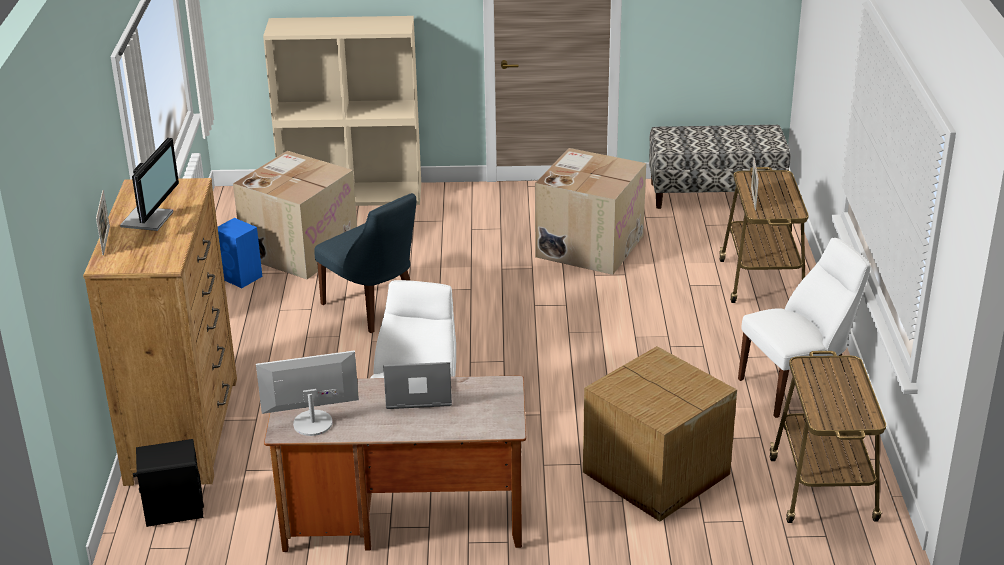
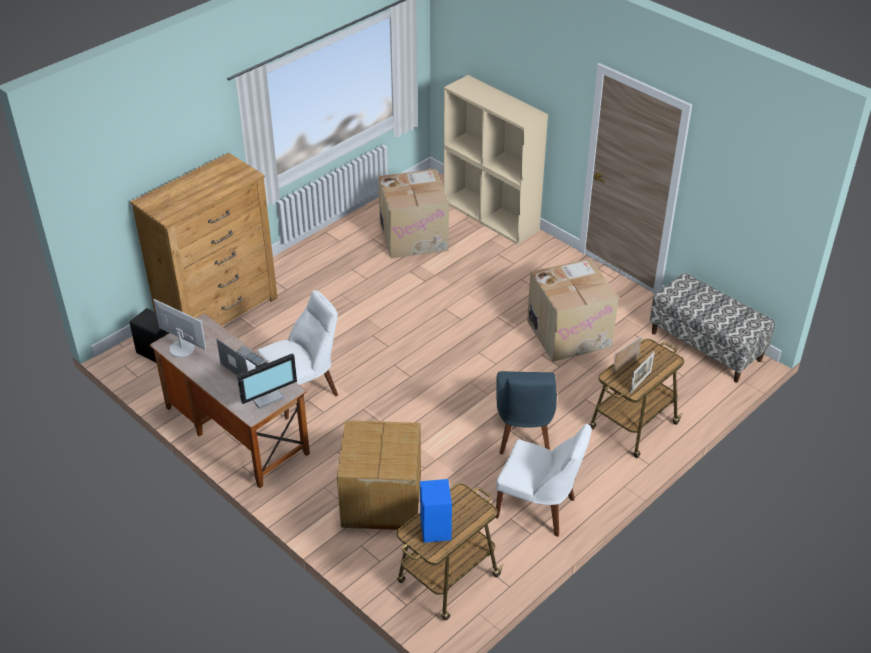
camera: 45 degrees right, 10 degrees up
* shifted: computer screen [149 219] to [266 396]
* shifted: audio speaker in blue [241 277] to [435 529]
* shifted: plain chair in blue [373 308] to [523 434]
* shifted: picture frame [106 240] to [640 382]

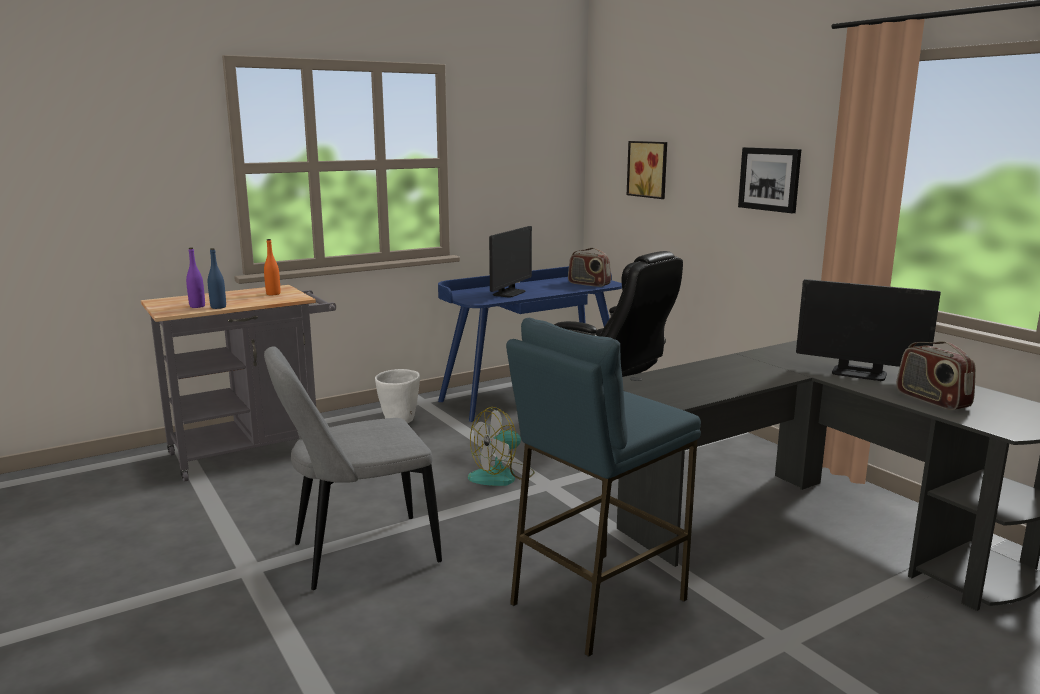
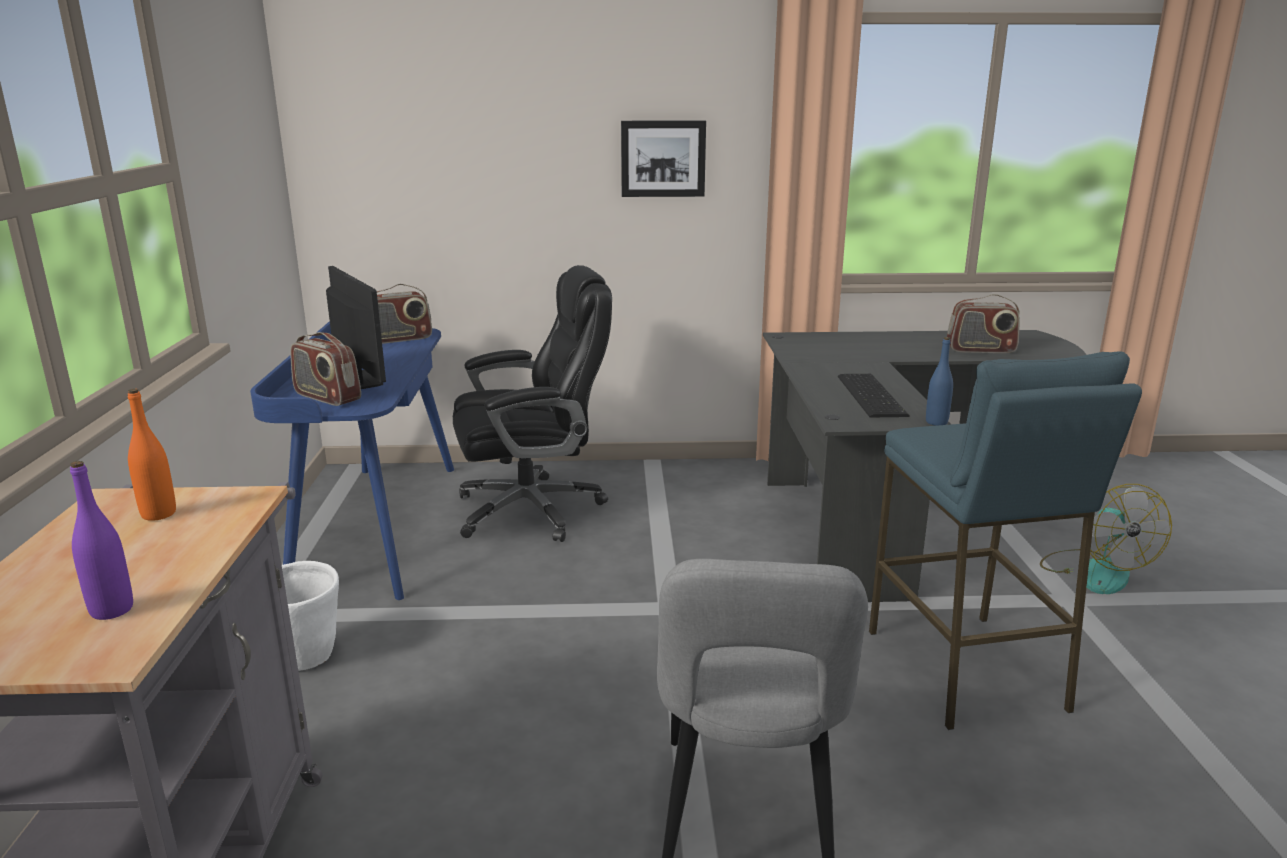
camera: 60 degrees left, 5 degrees up
* new: radio [327 397]
* new: keyboard [873 395]
* shifted: drink bottle in blue [218 307] to [936 422]
* shifted: cooling fan [502 476] to [1095 571]
* gone: wall picture [649 169]
* gone: computer screen [859 373]

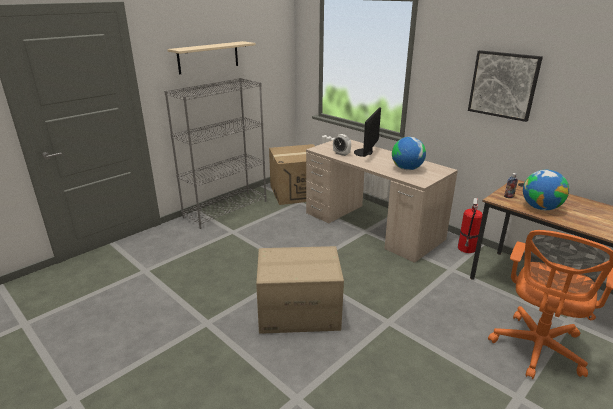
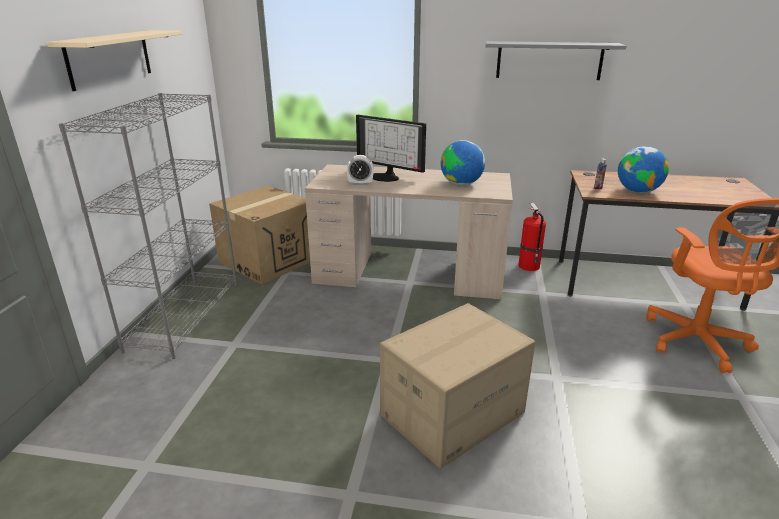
camera: 35 degrees left, 0 degrees up
* rotated: computer screen [365 153] = [386 176] 45 degrees counterclockwise
* swapped: wall picture [503 85] to bracket shelf in grey [549 60]

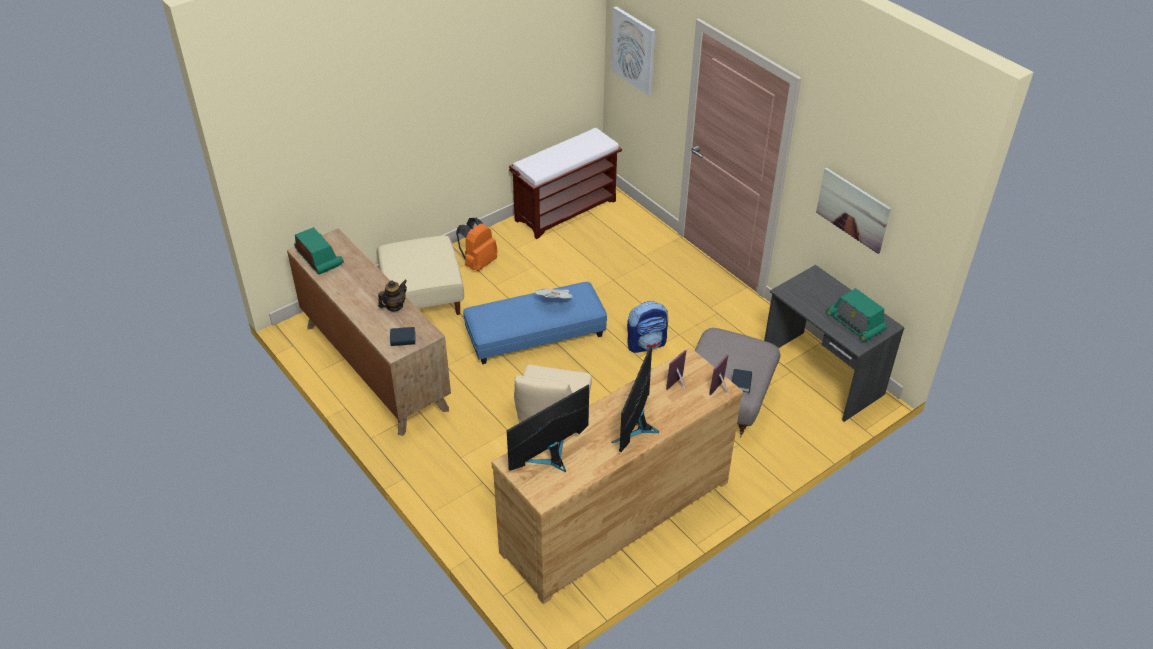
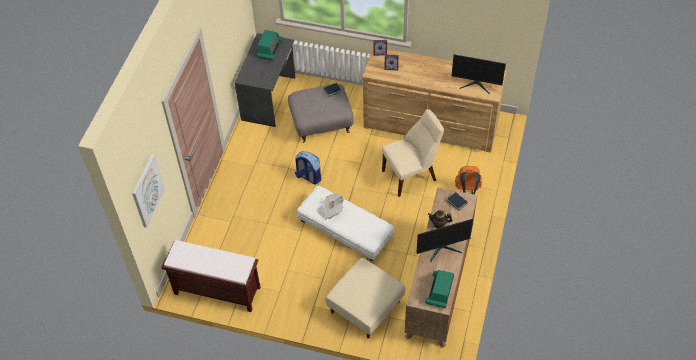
camera: 125 degrees left, 10 degrees up
* repainted: pouffe in blue [535 334] to pouffe in white-coloured [345 230]
* shifted: computer screen [636 427] to [442 249]
* shifted: knapsack in orange [478 263] to [467 190]
* gone: wall picture [853 209]

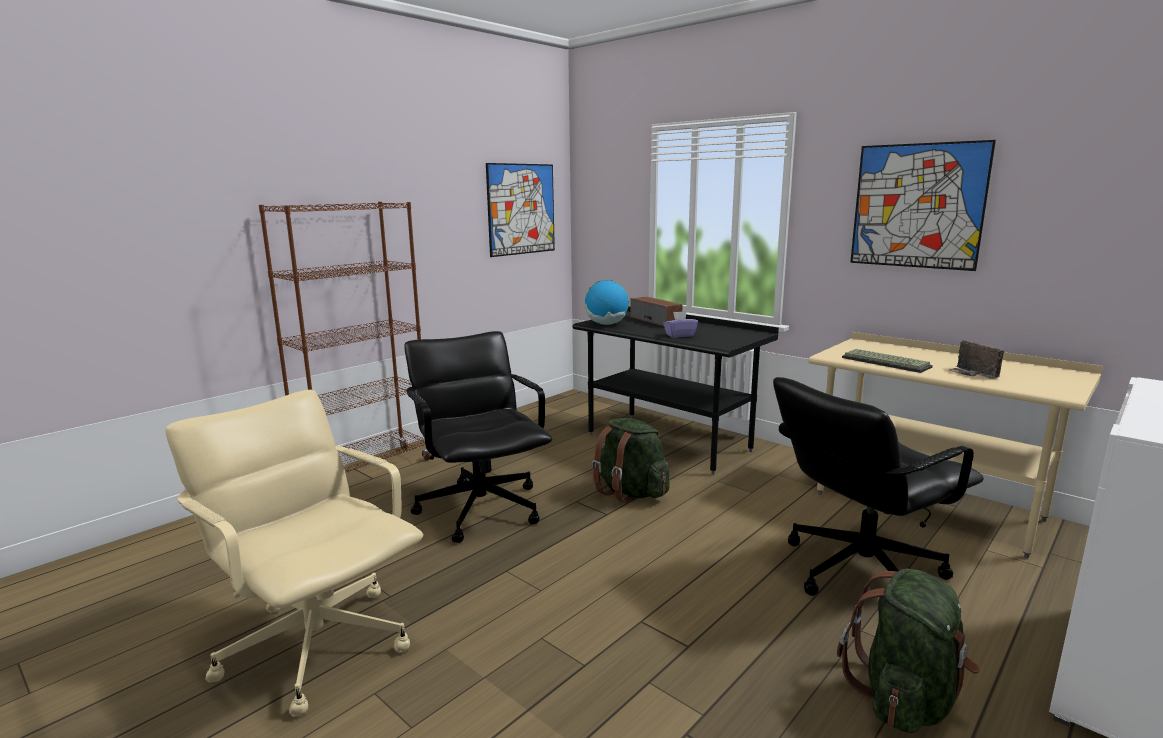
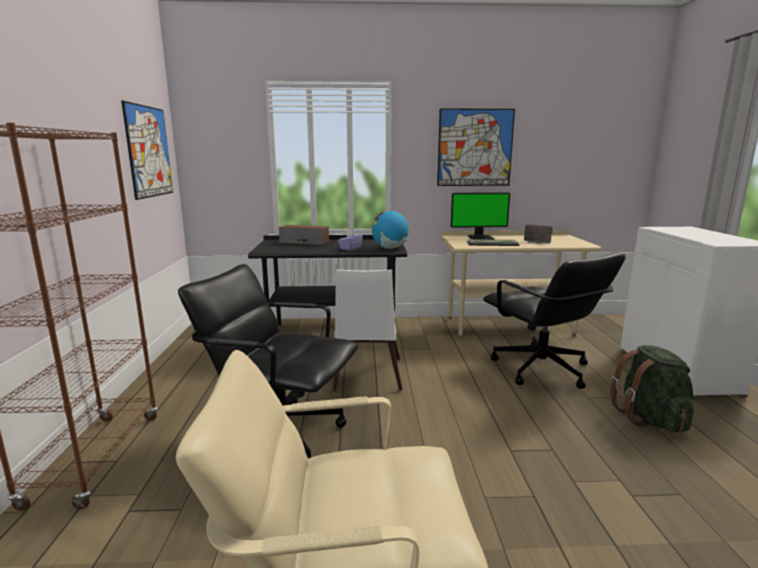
camera: 45 degrees left, 0 degrees up
* swapped: knapsack in greenish [630 492] to plain chair in white-coloured [366 376]
* shifted: desk globe [606 324] to [389 248]
* new: computer screen [481 238]
* rotated: office chair in blackish [860 572] = [541 369] 45 degrees counterclockwise

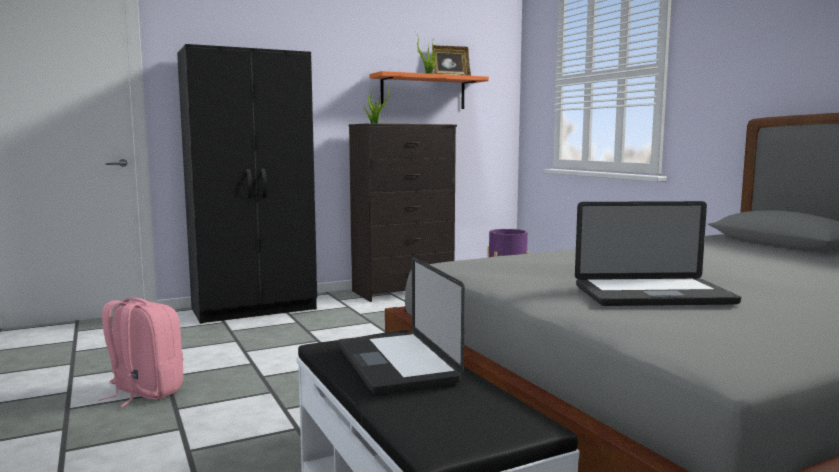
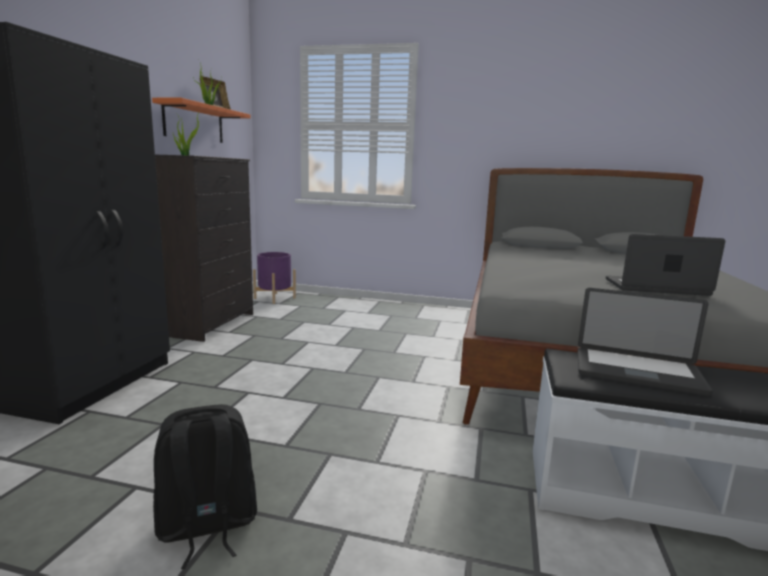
camera: 50 degrees left, 5 degrees up
* repainted: knapsack in pink-coloured [144 392] to knapsack in blackish [207 527]
* rotated: portable computer [653 295] = [656 287] 120 degrees counterclockwise

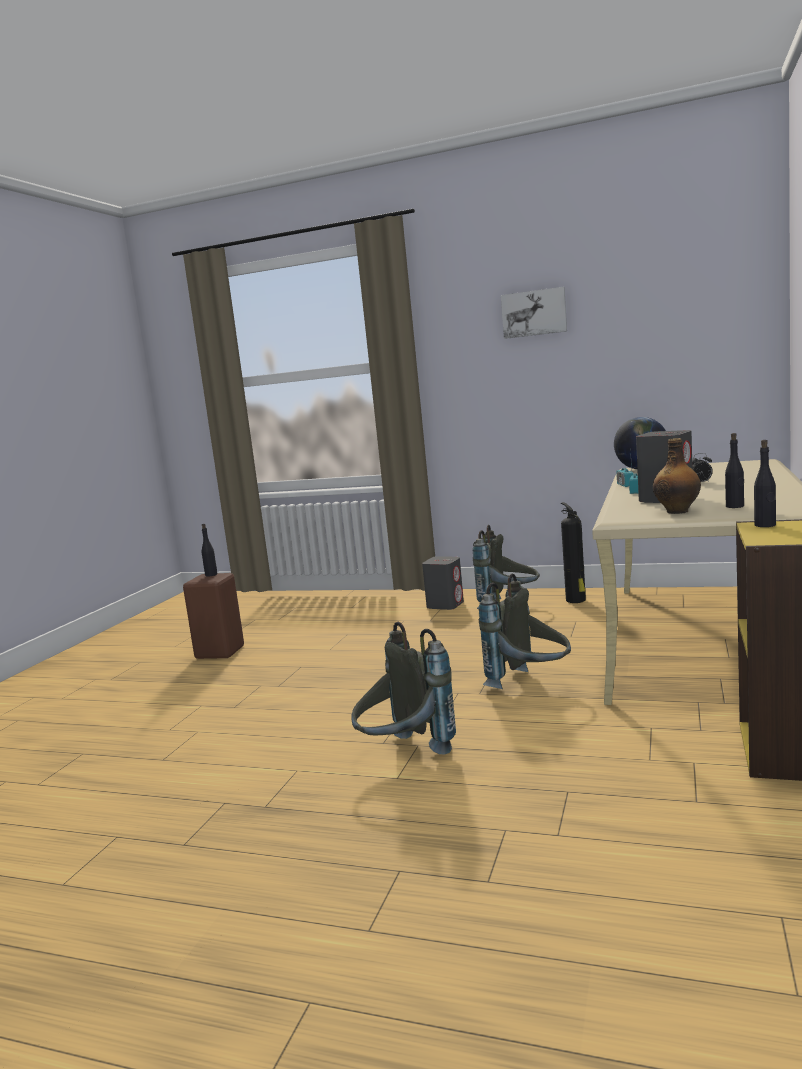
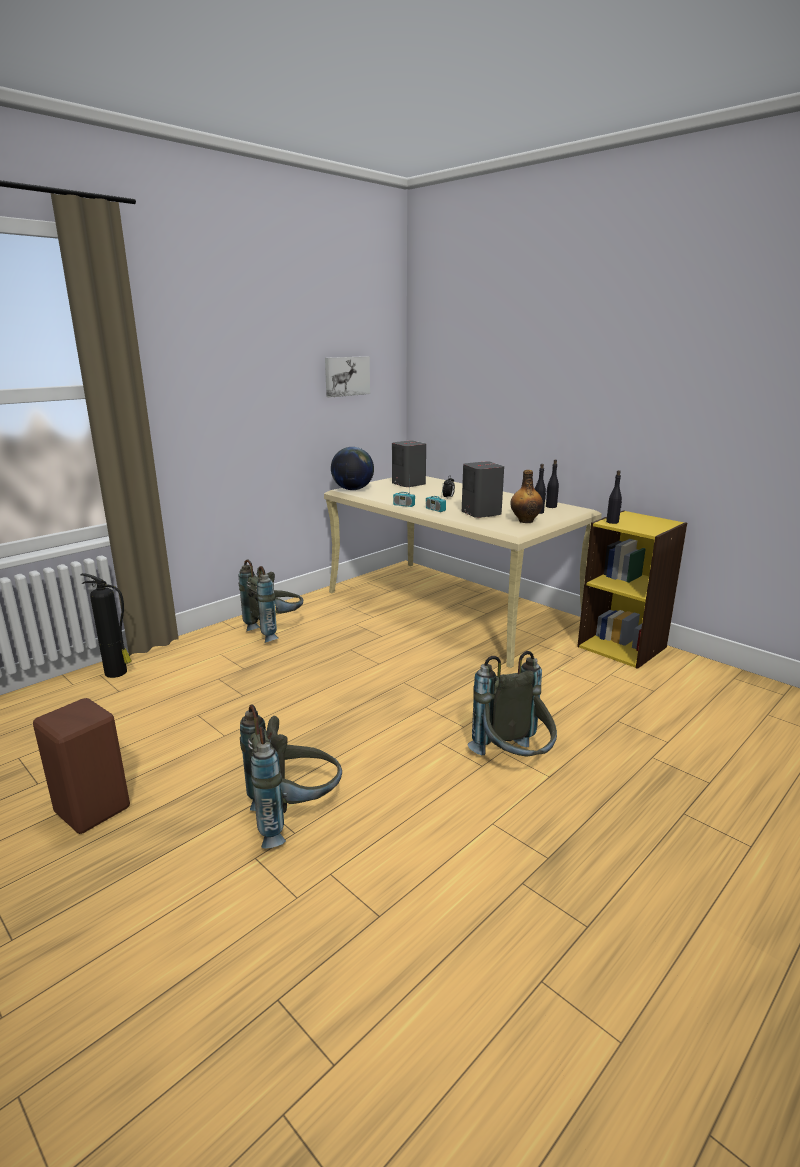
camera: 65 degrees left, 10 degrees up
* shifted: extinguisher [576 600] to [117 673]
* shifted: knapsack in grey [530 685] to [294 816]
* shifted: wall picture [534 313] to [346 376]
* shifted: audio speaker in grey [445 605] to [408 484]
* shifted: drink bottle in blackish [211 574] to [551 506]

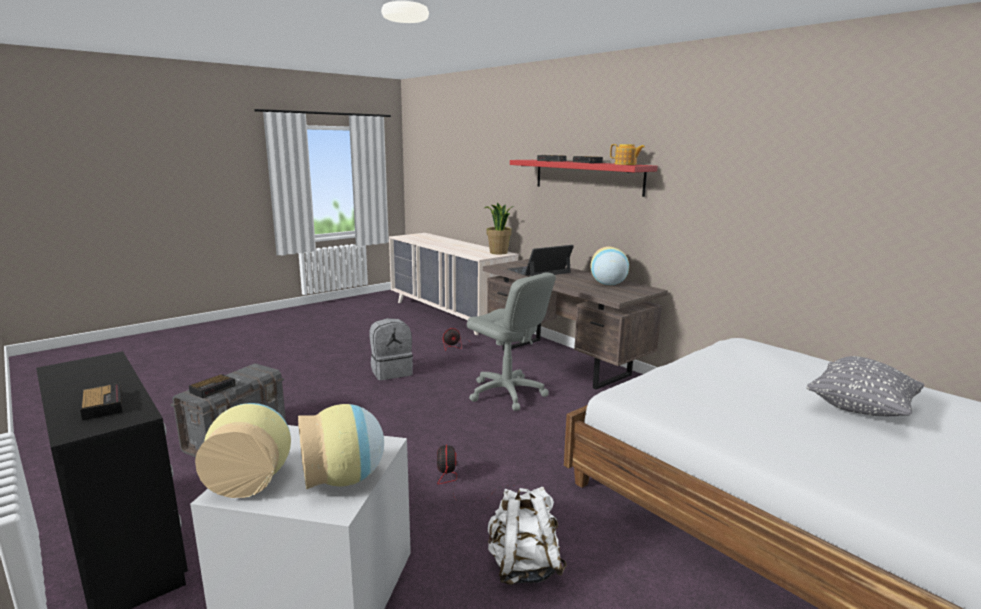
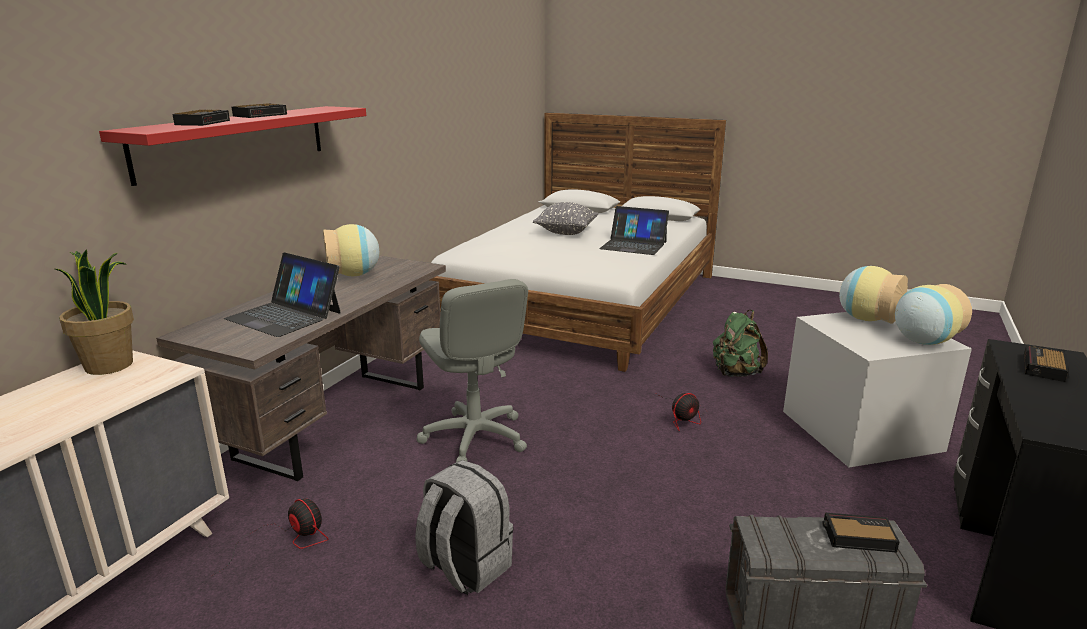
camera: 115 degrees left, 5 degrees up
* rotated: office chair in grey [506 393] = [474 437] 135 degrees clockwise
* new: portable computer [633 245]
* repainted: knapsack in white-coloured [523 567] to knapsack in greenish [735 373]
* gone: pot for tea [626 164]

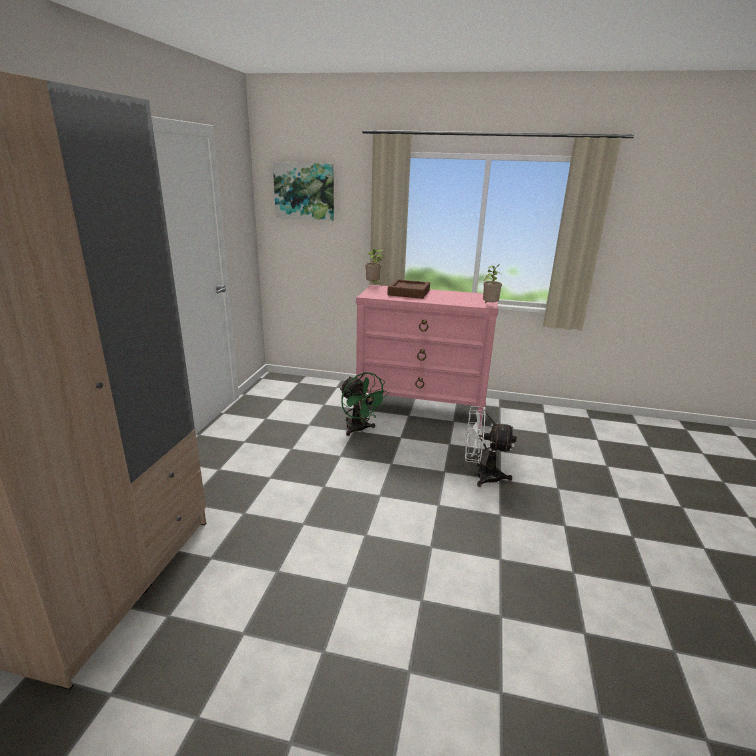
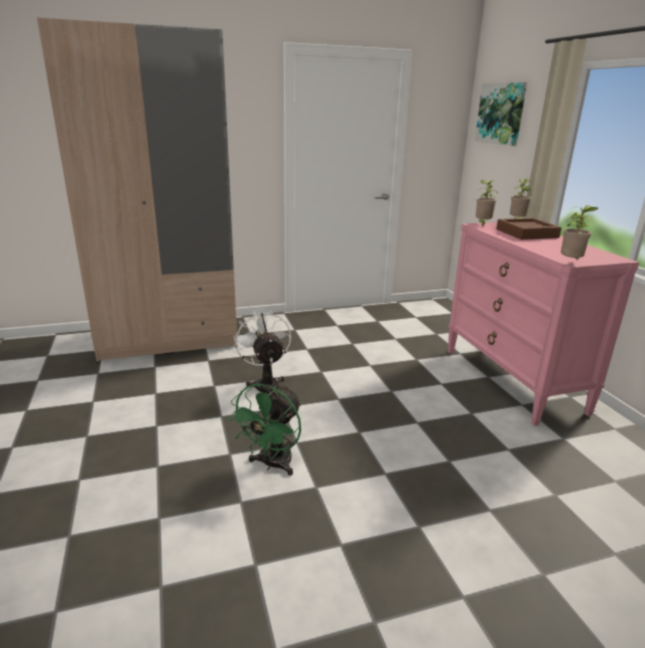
camera: 60 degrees right, 0 degrees up
* shifted: cooling fan in greenish [359 430] to [272 465]
* shifted: cooling fan in white-coloured [481 476] to [266 384]
* new: potted plant [482 224]

